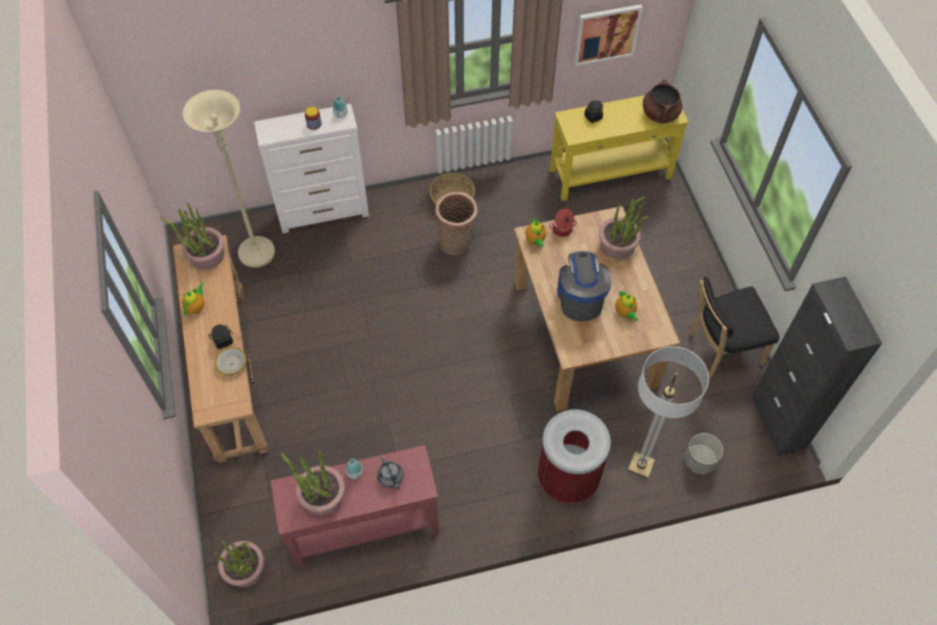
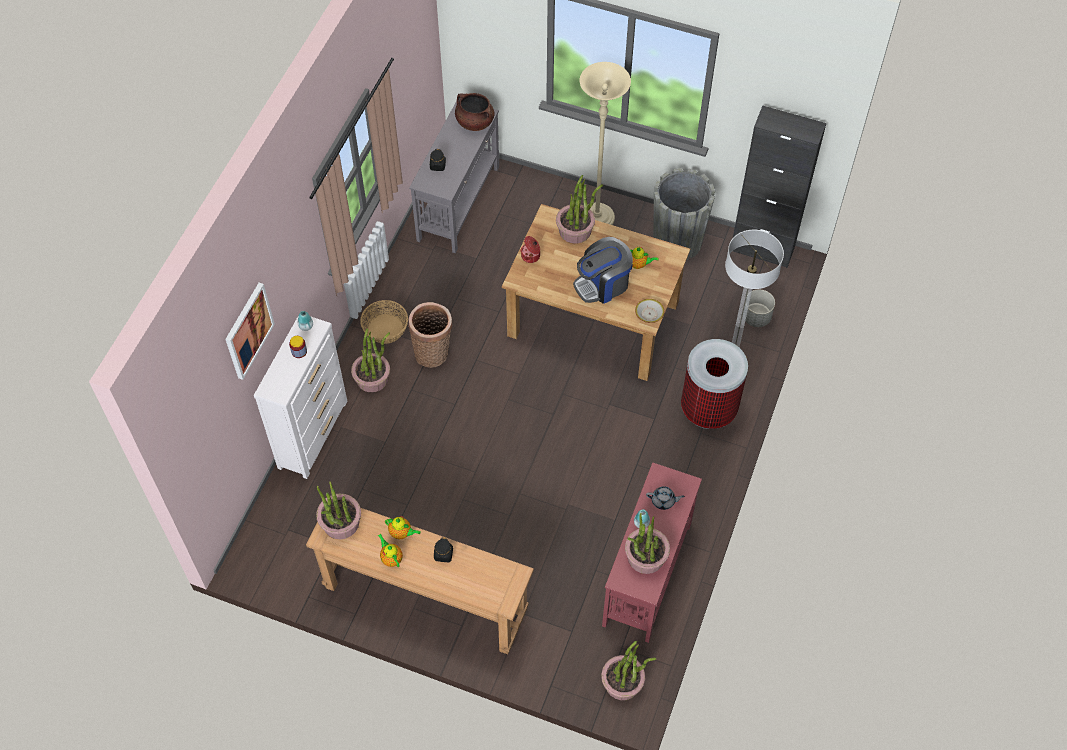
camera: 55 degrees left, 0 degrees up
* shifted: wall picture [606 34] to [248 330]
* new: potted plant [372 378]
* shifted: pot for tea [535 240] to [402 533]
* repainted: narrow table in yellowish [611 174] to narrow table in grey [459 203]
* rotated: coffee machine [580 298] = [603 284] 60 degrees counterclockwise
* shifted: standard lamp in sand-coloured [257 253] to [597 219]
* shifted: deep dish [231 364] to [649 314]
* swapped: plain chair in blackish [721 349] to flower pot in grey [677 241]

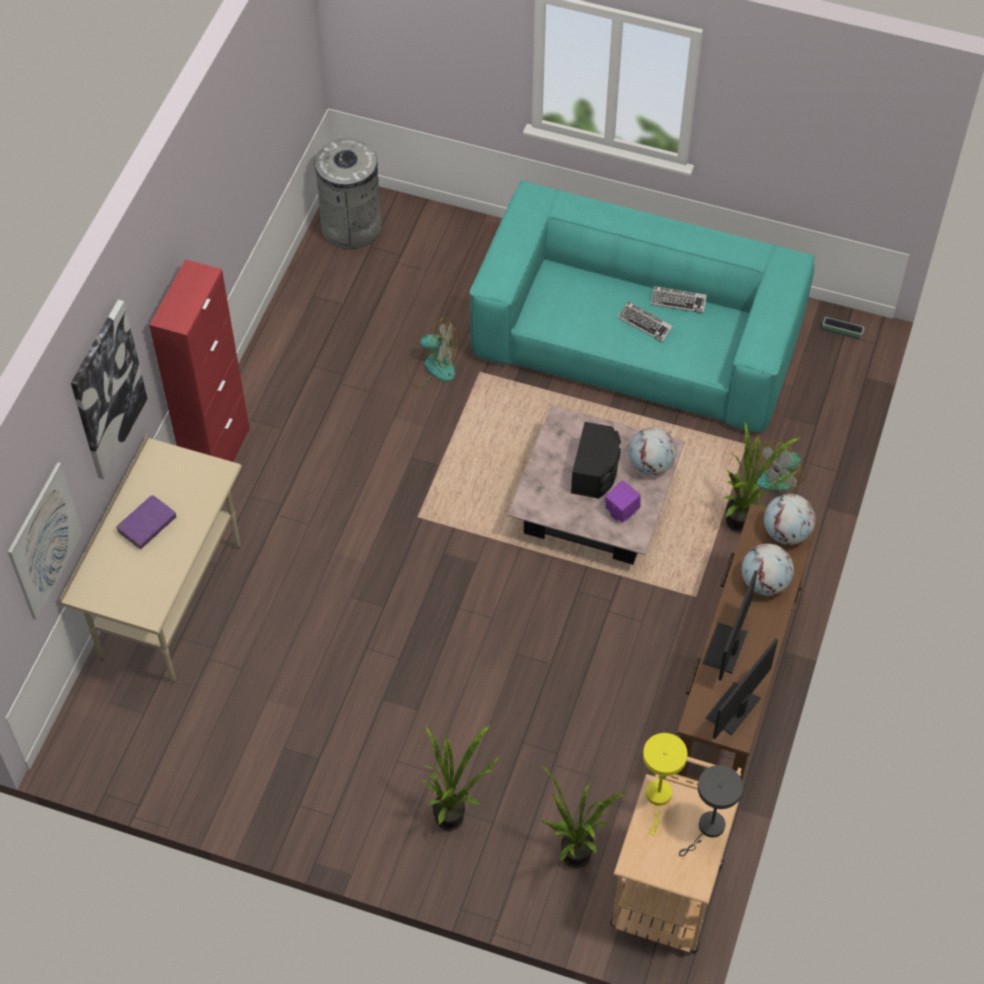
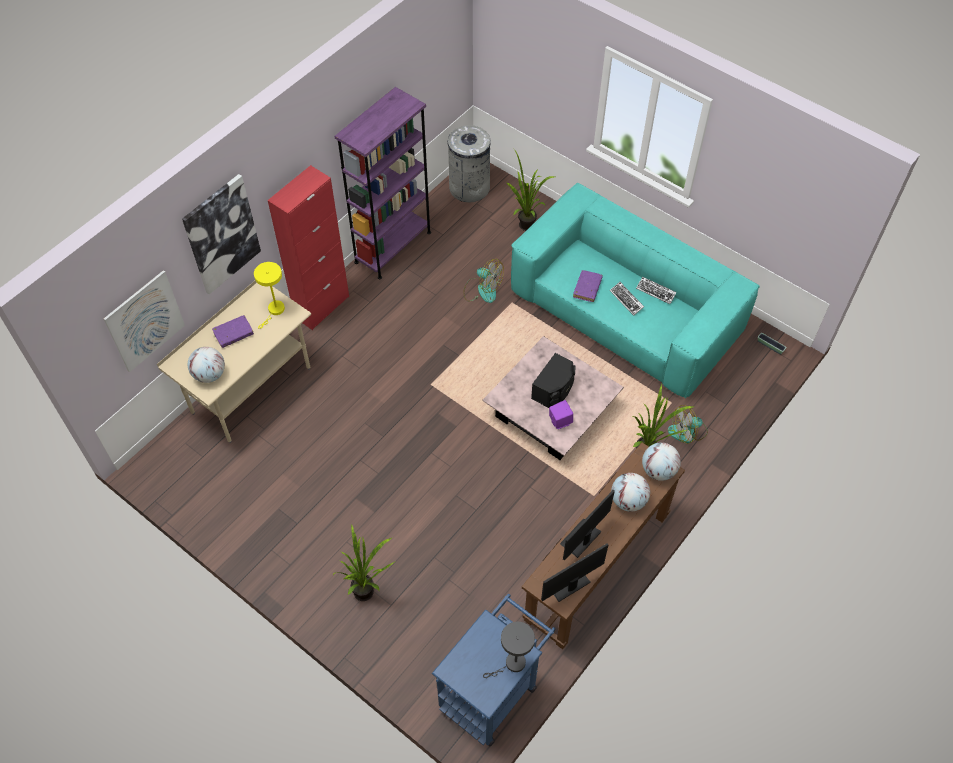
camera: 20 degrees right, 0 degrees up
* shifted: desk globe [651 465] to [209 375]
* shifted: table lamp in yellowish [658 798] to [275 311]
* new: bookshelf in purplish [393 247]
* repainted: trolley in sand-coloured [670 882] to trolley in blue [493 689]
* shifted: potted plant [574 862] to [524 228]
* new: volume in purplish [587 288]

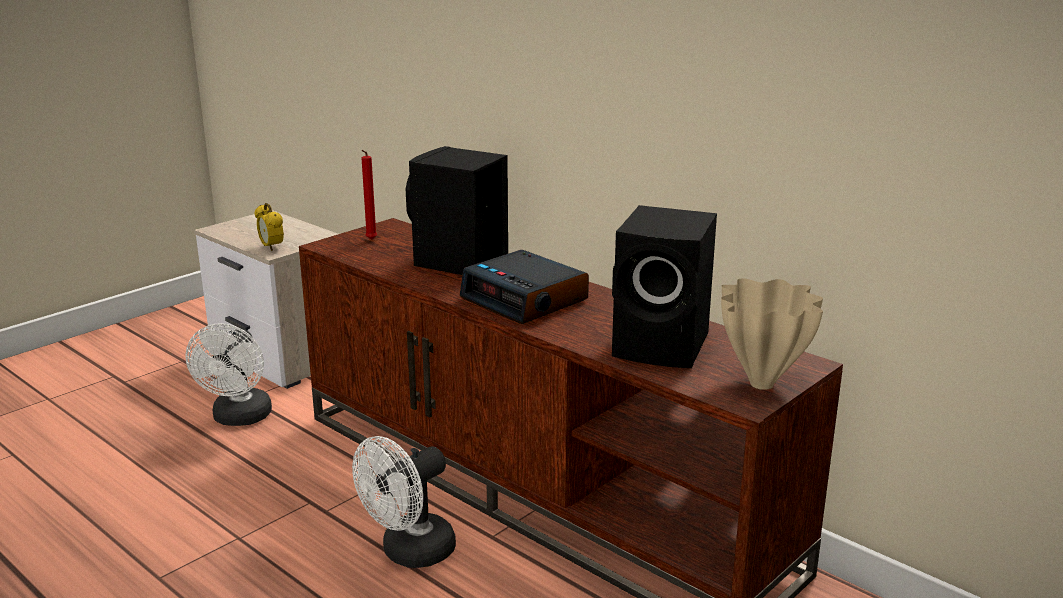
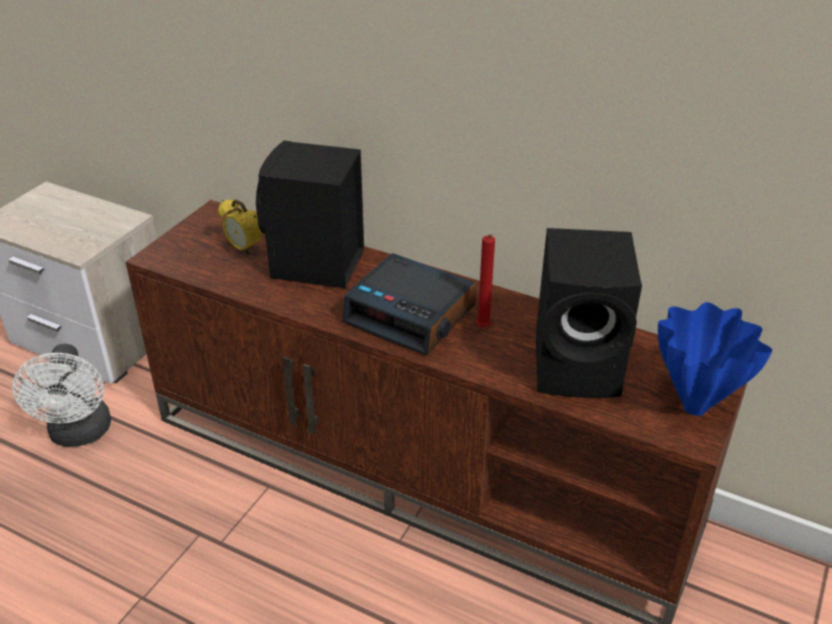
camera: 15 degrees left, 15 degrees up
* shifted: alarm clock [271 247] to [244 249]
* shifted: wax candle in red [370 240] to [483 329]
* repainted: vase in sand-coloured [763 383] to vase in blue [695 406]
* gone: cooling fan in white-coloured [409 553]

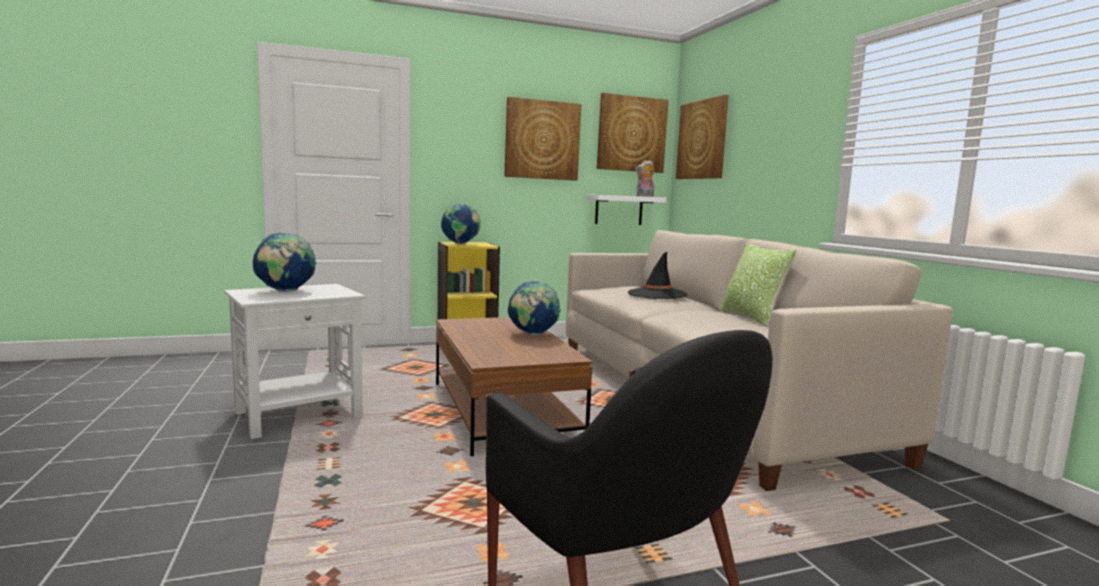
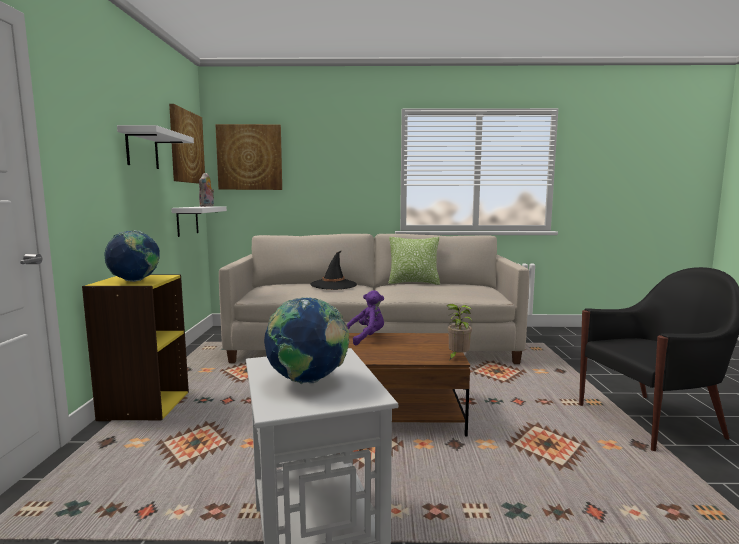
camera: 70 degrees left, 0 degrees up
* swapped: wall picture [542 140] to bracket shelf in white-coloured [142 149]
* swapped: desk globe [532 334] to cuddly toy in purplish [366 338]
* new: potted plant [457 357]

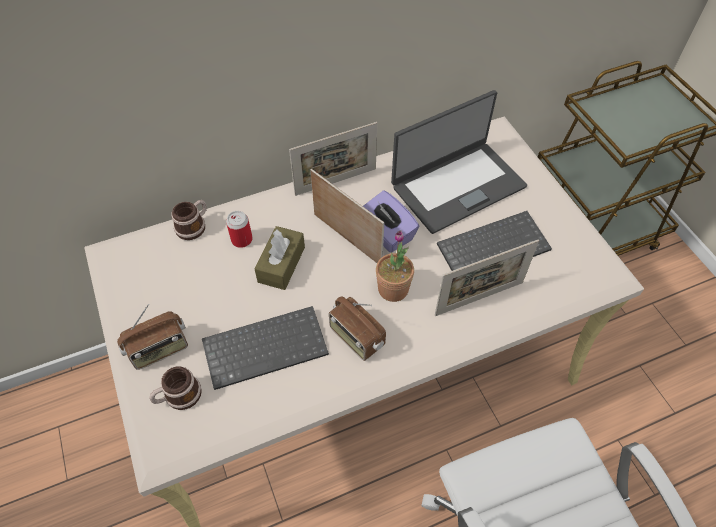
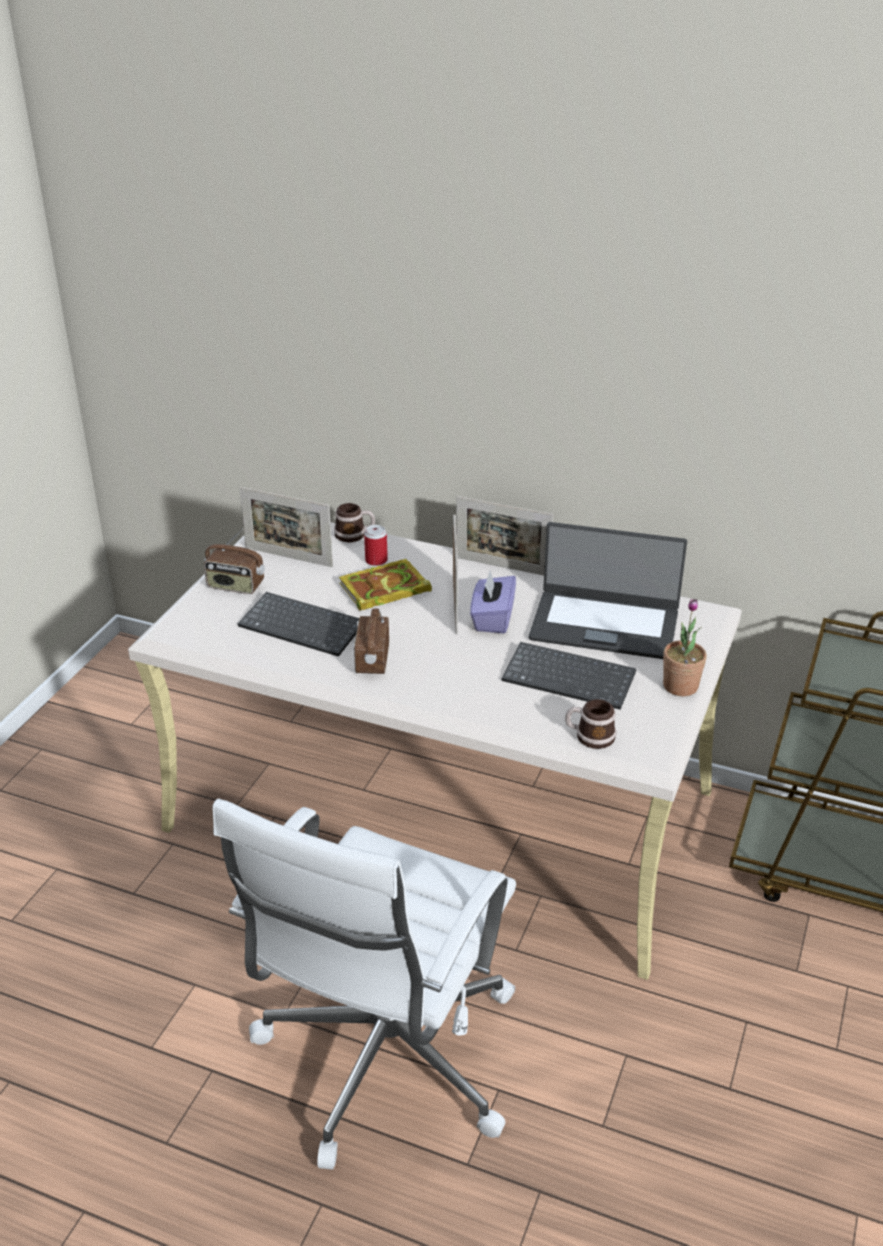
camera: 45 degrees right, 20 degrees down
* shifted: picture frame [479 298] to [288 557]
* swapped: tissue box in brown-coloured [281 264] to volume [383 590]
* shifted: tea mug [178 396] to [589 736]
* shifted: potted plant [393 289] to [680 686]

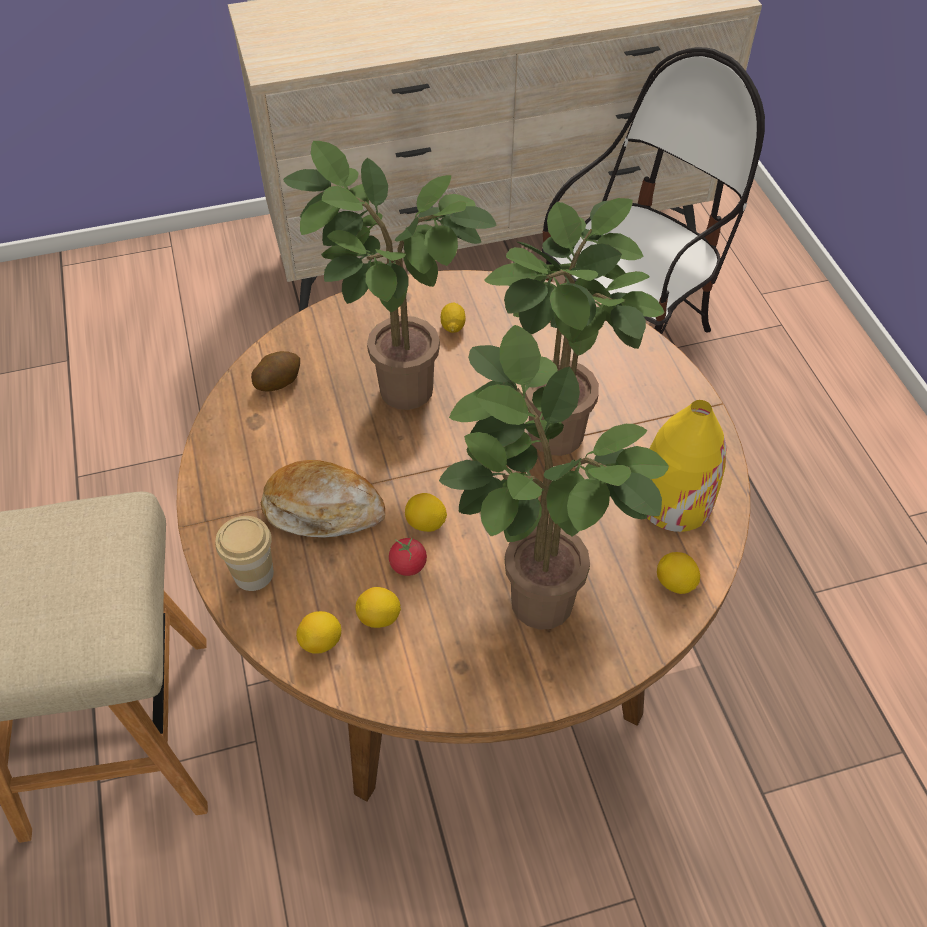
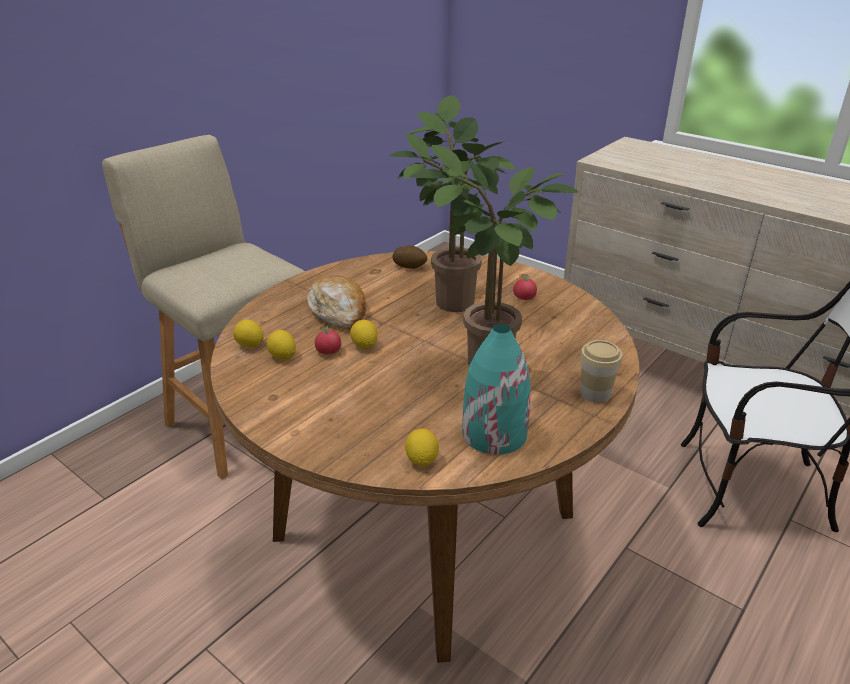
camera: 55 degrees right, 20 degrees down
* repainted: vase in yellowish [673 501] to vase in blue-green [494 433]
* swapped: lemon [453 326] to whole tomato [524 298]
* shifted: cup [253 573] to [595 393]
* gone: potted plant [529 601]

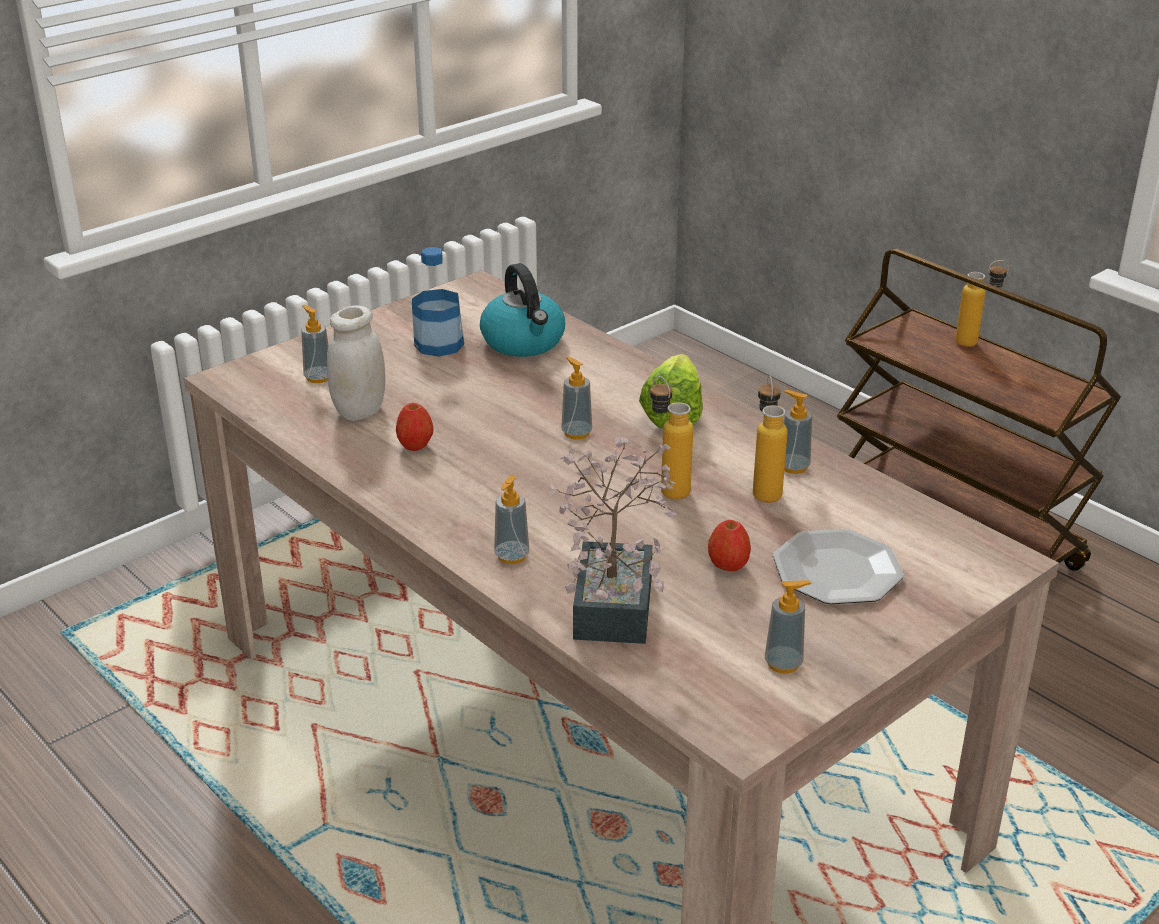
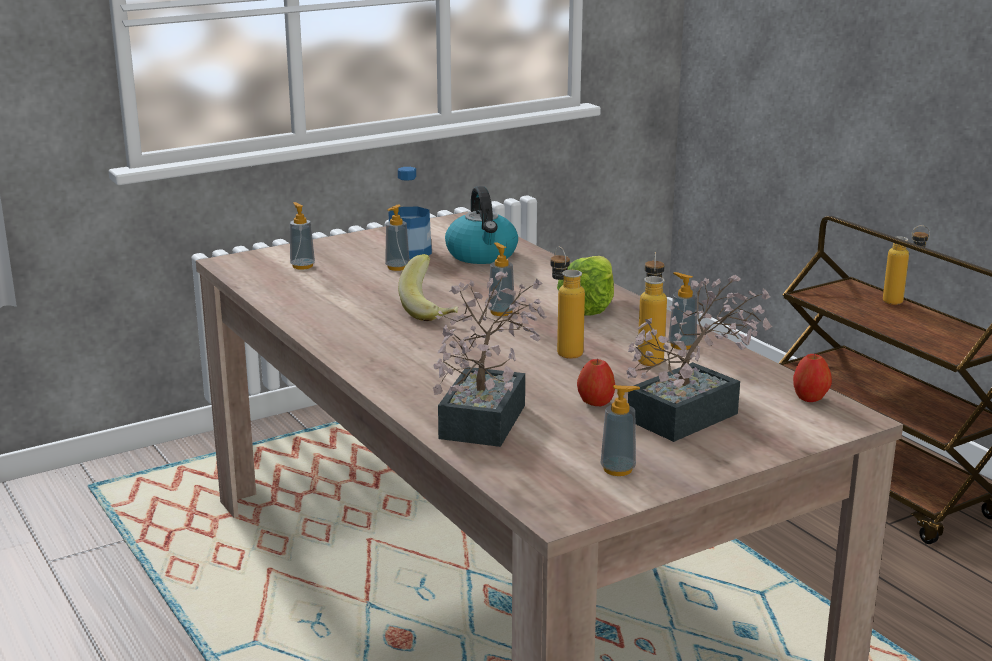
camera: 10 degrees right, 10 degrees down
* shifted: soap dispenser [511 556] to [397 267]
* new: whole banana [433 310]
* swapped: dinner plate [837 570] to potted plant [692 413]
* shifted: apple fruit [415 446] to [810 398]
* gone: jar in white-coloured [360 411]

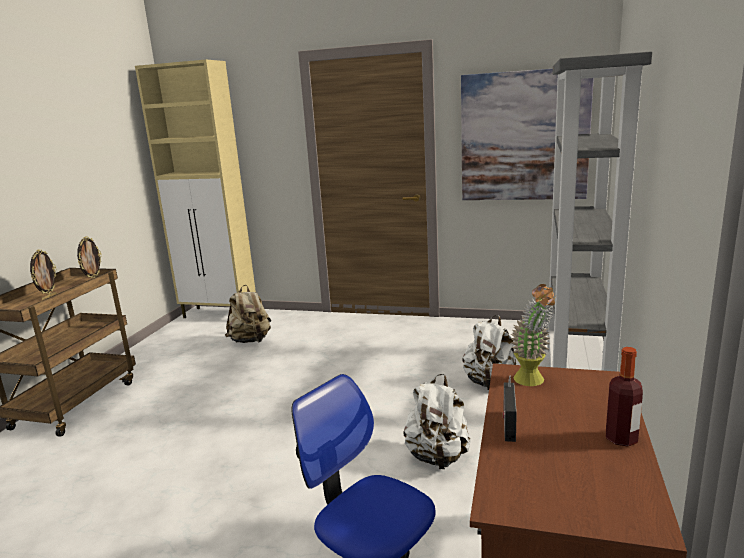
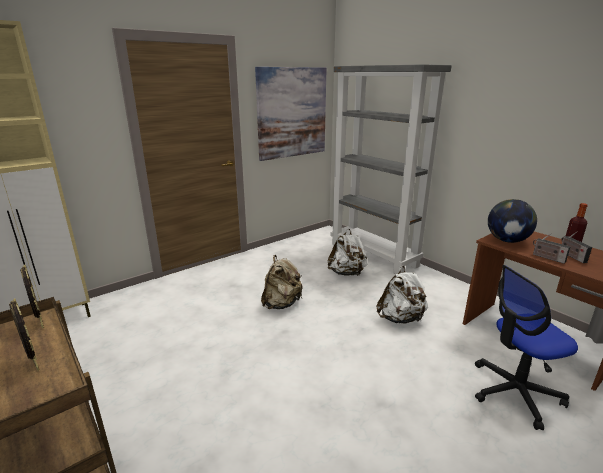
camera: 55 degrees left, 5 degrees up
* shifted: knapsack in sand-coloured [251 341] to [281 304]
* swapped: potted plant [533 383] to desk globe [507 240]
* new: radio [571 256]

